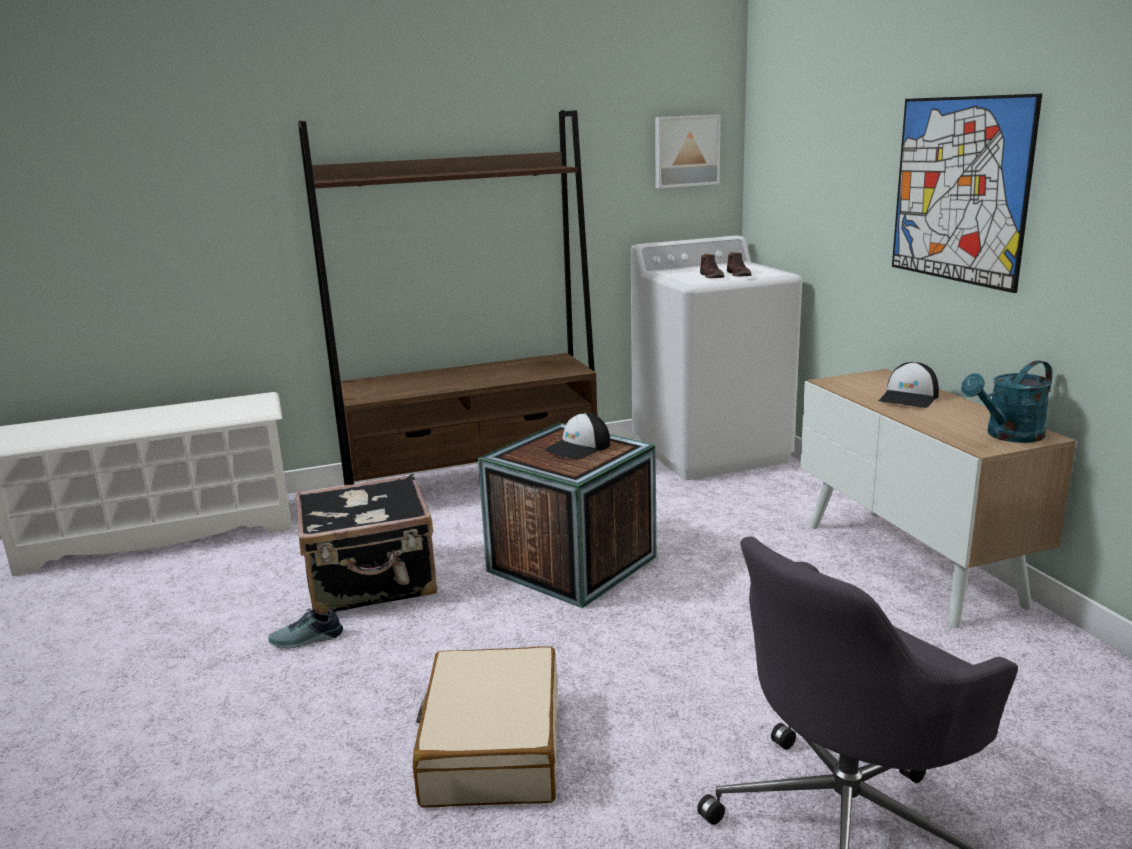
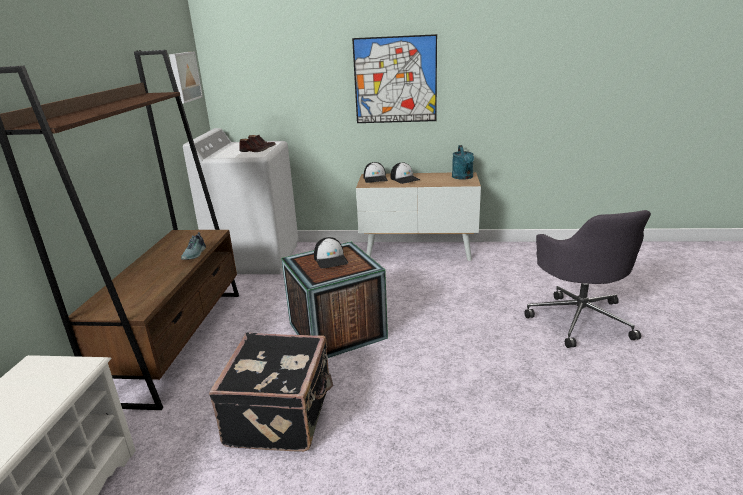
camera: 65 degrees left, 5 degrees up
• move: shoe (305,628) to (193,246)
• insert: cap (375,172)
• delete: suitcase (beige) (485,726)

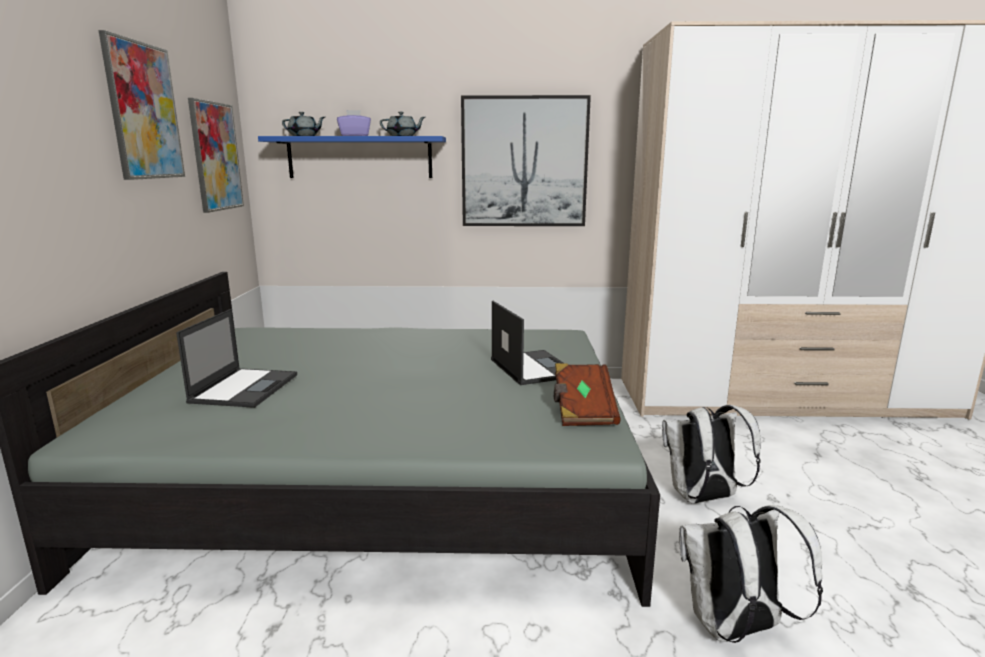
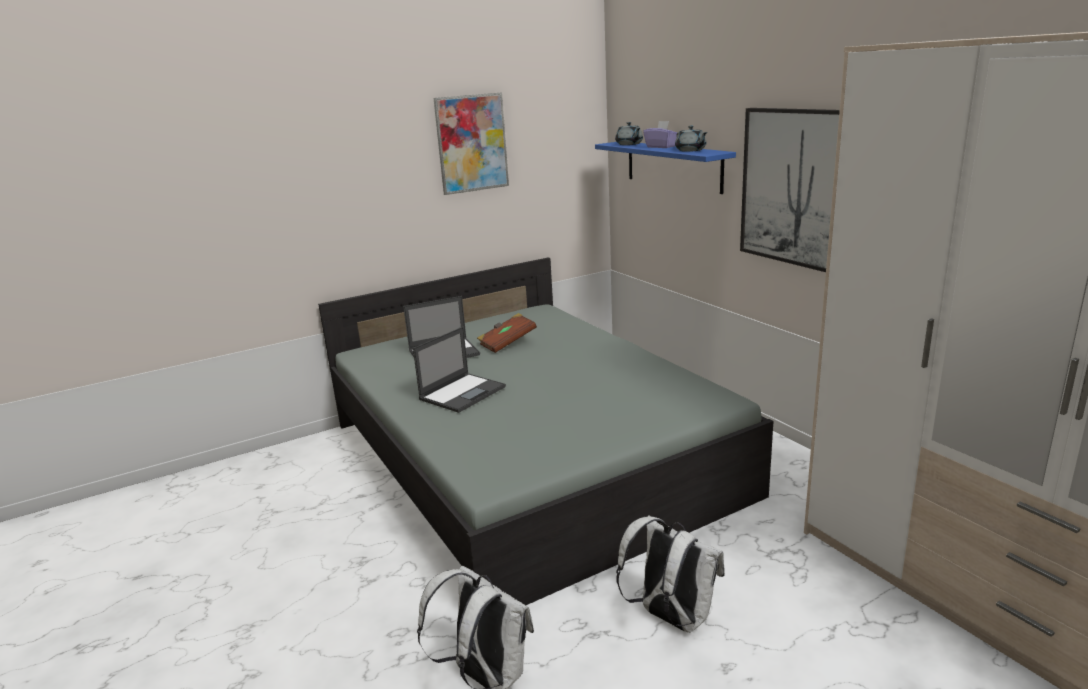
camera: 60 degrees right, 5 degrees up
• move: laptop (528,342) to (459,370)
• move: book (brown) (587,394) to (507,333)
• delete: picture (216,155)

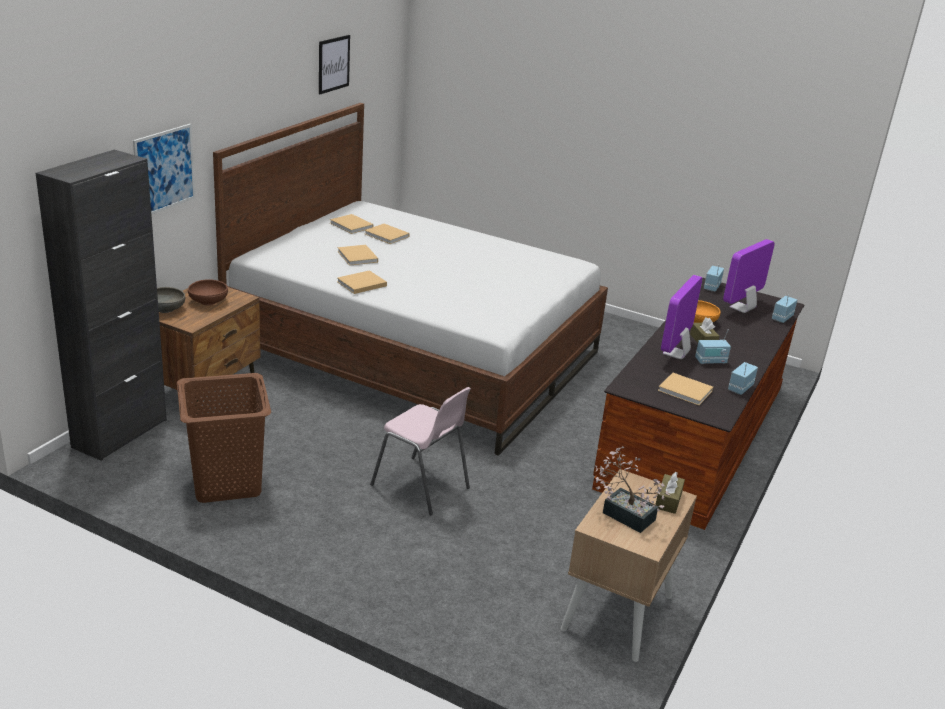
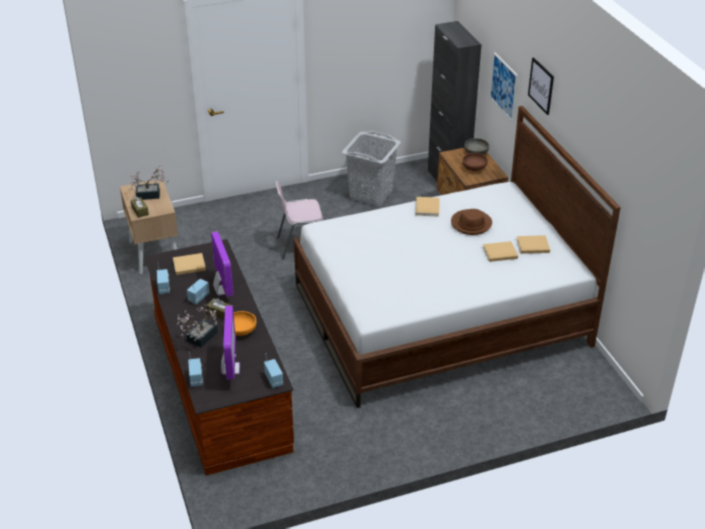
camera: 135 degrees right, 10 degrees up
• insert: potted plant (197,325)
• recolor: laundry basket (brown) (224,438) to laundry basket (grey) (371,168)
• replace: book (beige) (357,255) to hat (brown) (471,222)
• move: picture (334,64) to (541,86)

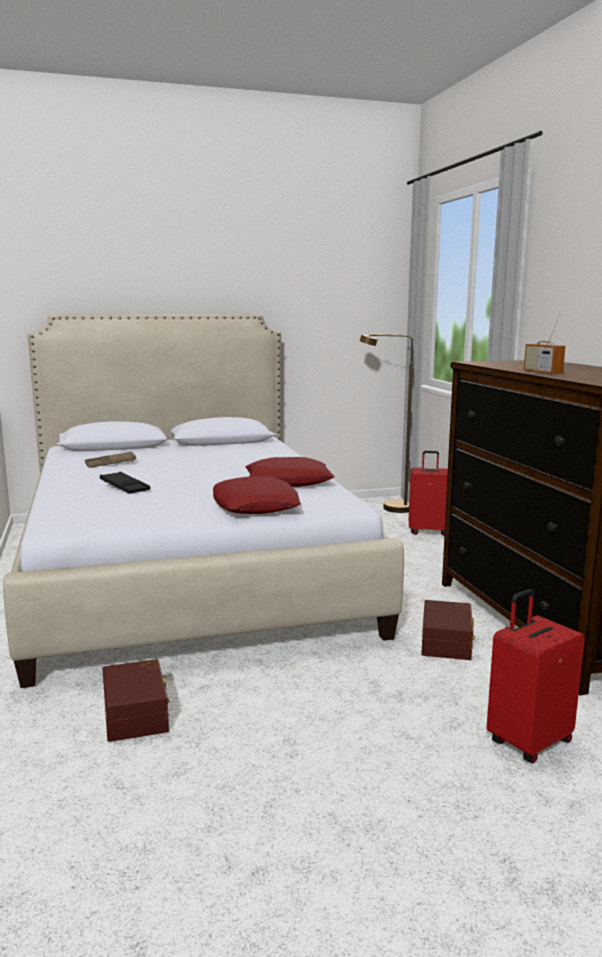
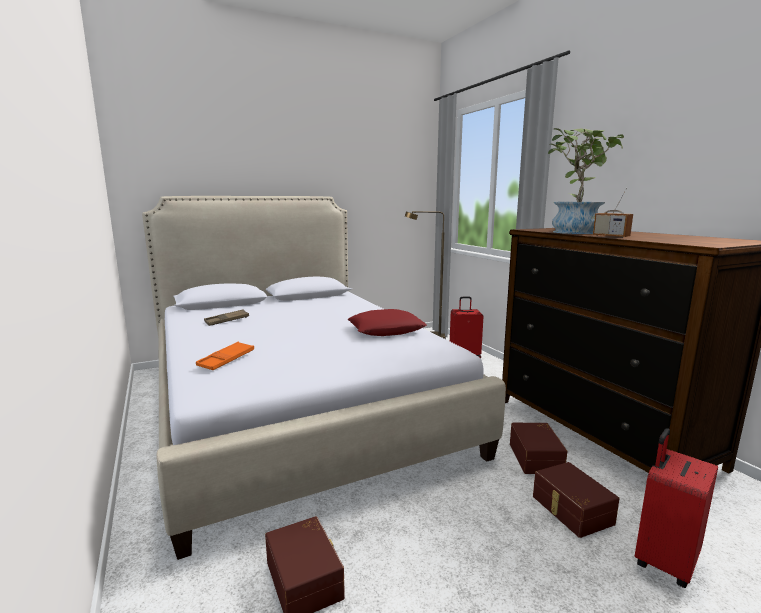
camera: 10 degrees left, 0 degrees up
• insert: tray (orange) (225,356)
• insert: storage box (brown) (576,500)
• insert: potted plant (586,181)
• delete: tray (black) (125,483)
• delete: pillow (red) (257,495)

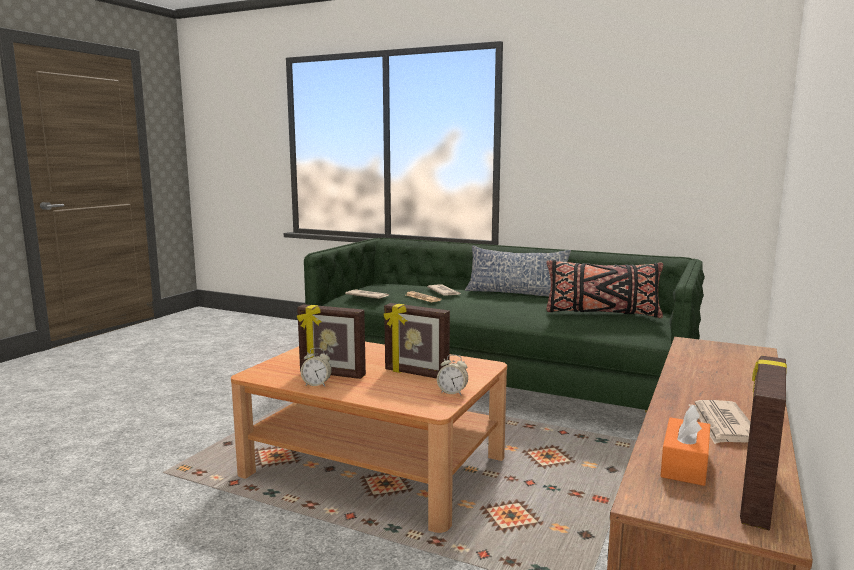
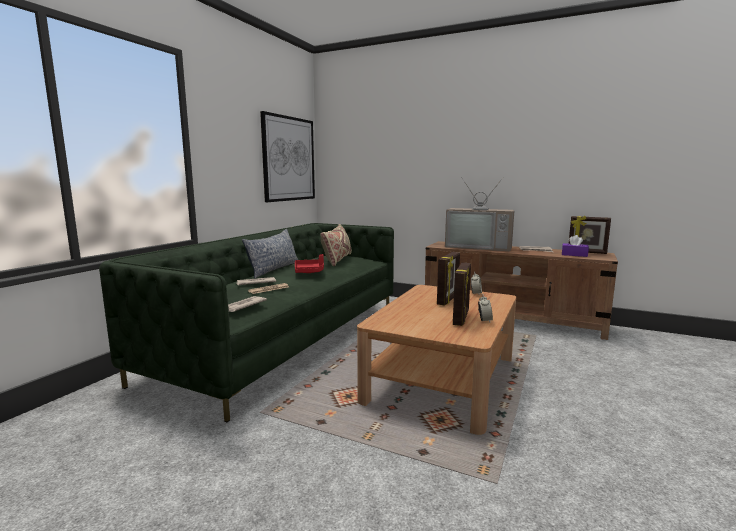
camera: 90 degrees left, 0 degrees up
• insert: picture (287,156)
• insert: tray (red) (309,263)
• recolor: pillow (black) (604,289) to pillow (beige) (336,245)
• insert: television (479,214)
• recolor: tissue box (orange) (685,445) to tissue box (purple) (575,246)

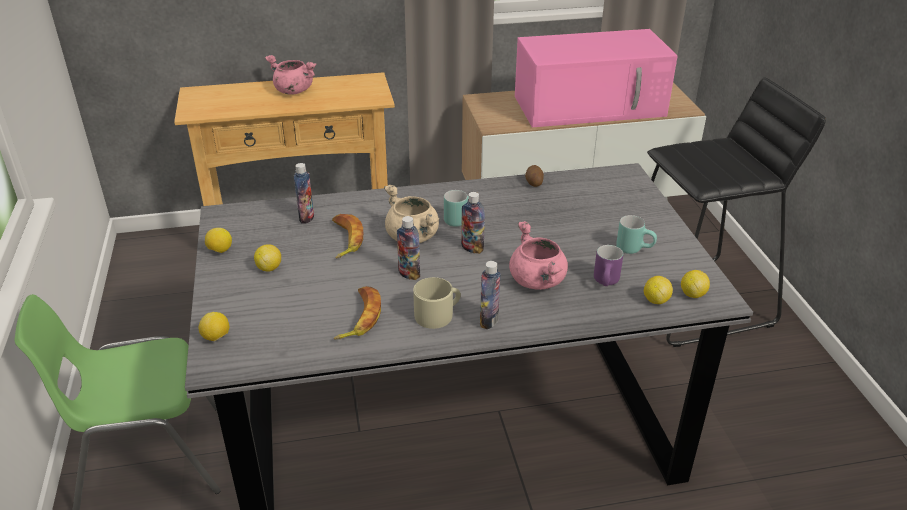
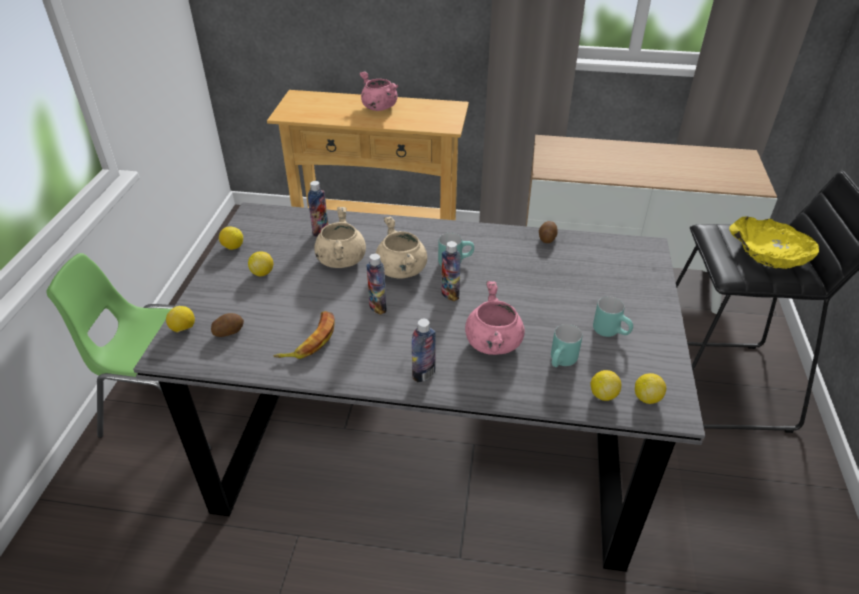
camera: 20 degrees right, 5 degrees up
• insert: potato (227,325)
• replace: banana (347,236) to cooking pot (beige) (340,237)
• recolor: mug (purple) (608,265) to mug (turquoise) (566,345)
• insert: bowl (yellow) (774,243)
• delete: mug (beige) (437,303)
• delete: microwave (pink) (596,78)

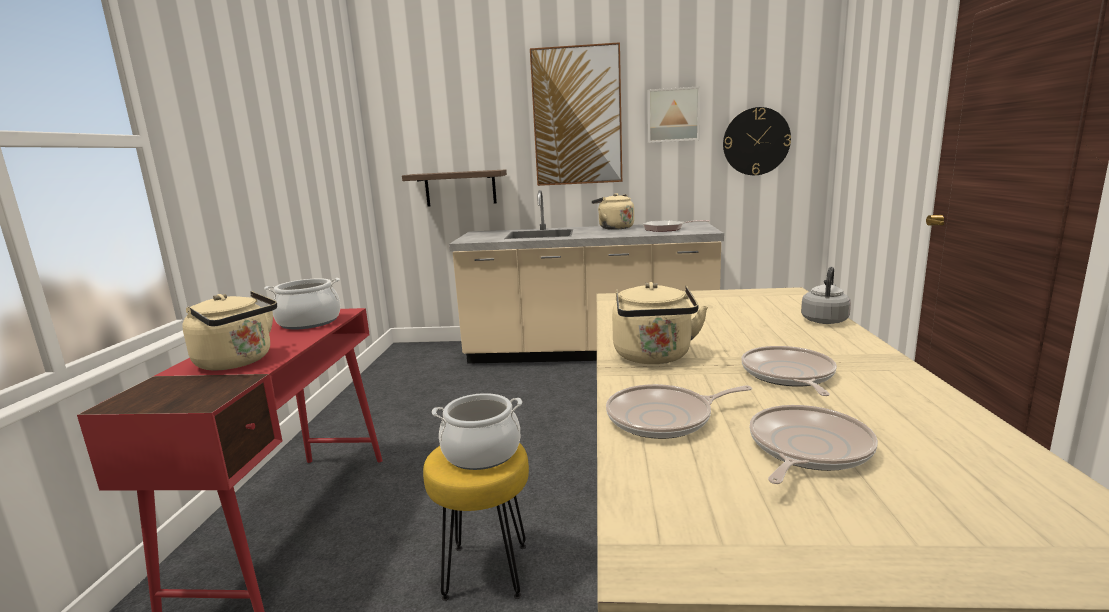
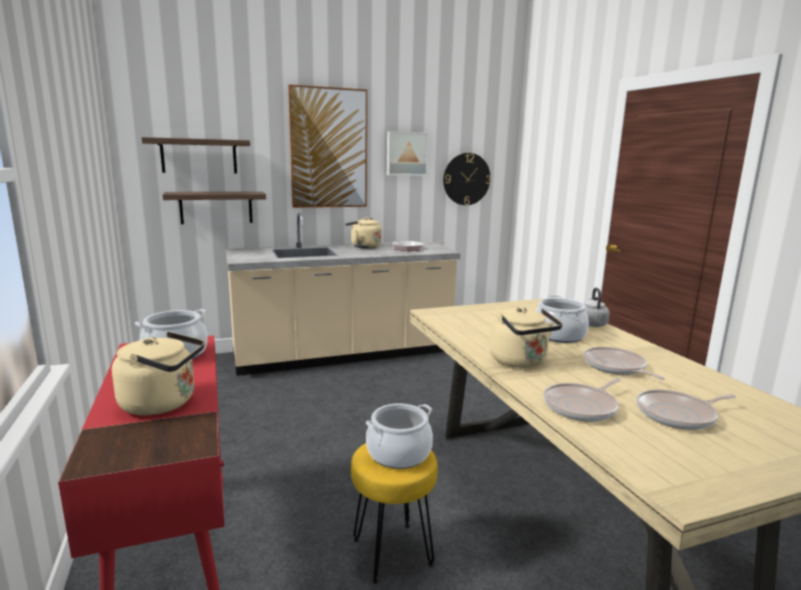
camera: 25 degrees left, 0 degrees up
• insert: shelf (196,155)
• insert: cooking pot (562,319)
• rotate: frying pan (813,444) = (686,409) 120 degrees counterclockwise

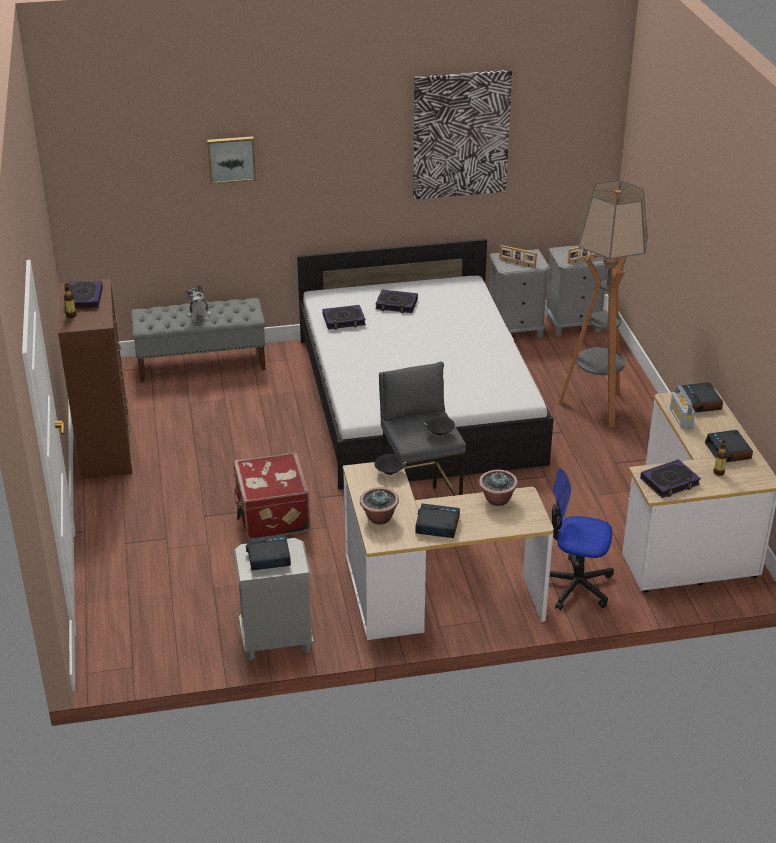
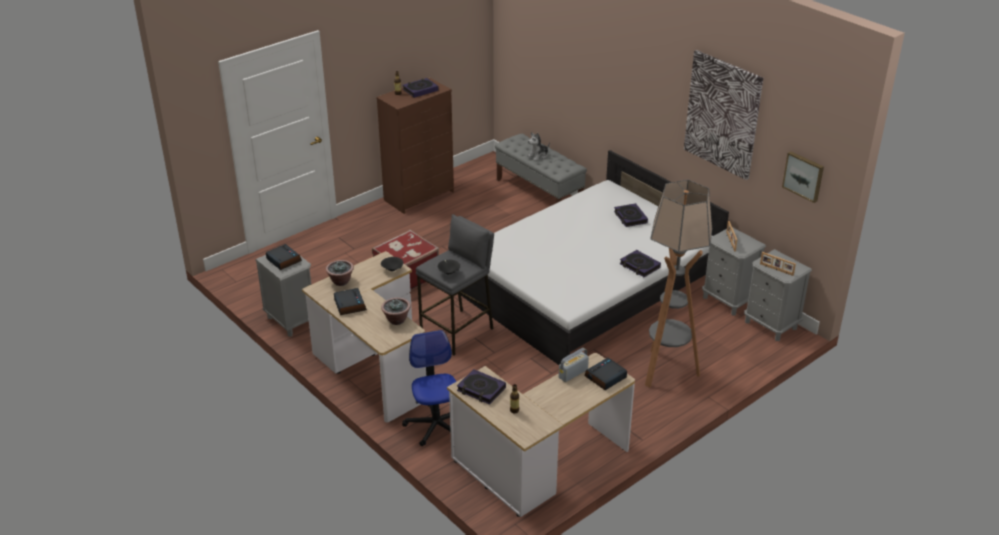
camera: 60 degrees right, 0 degrees up
• move: book (344,317) to (640,263)
• move: picture (231,160) to (803,177)
• delete: alarm clock (729,446)

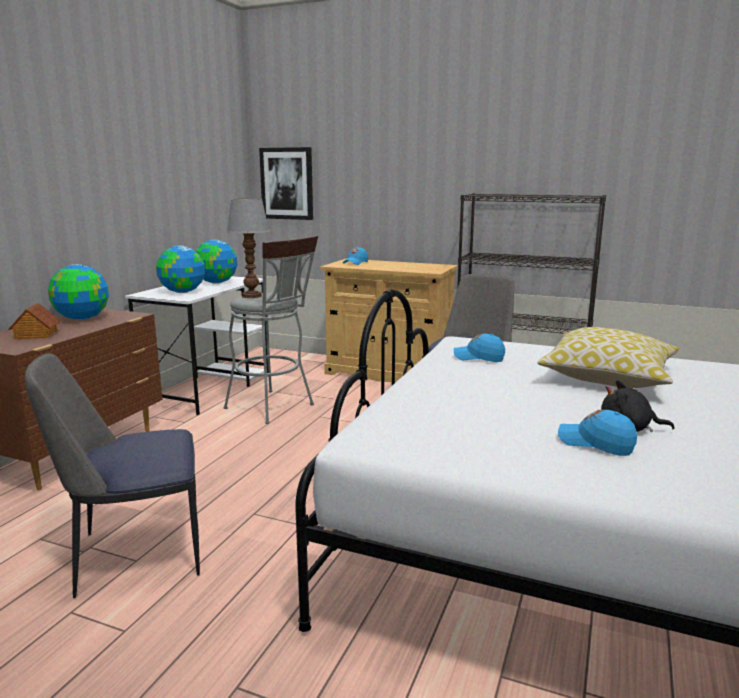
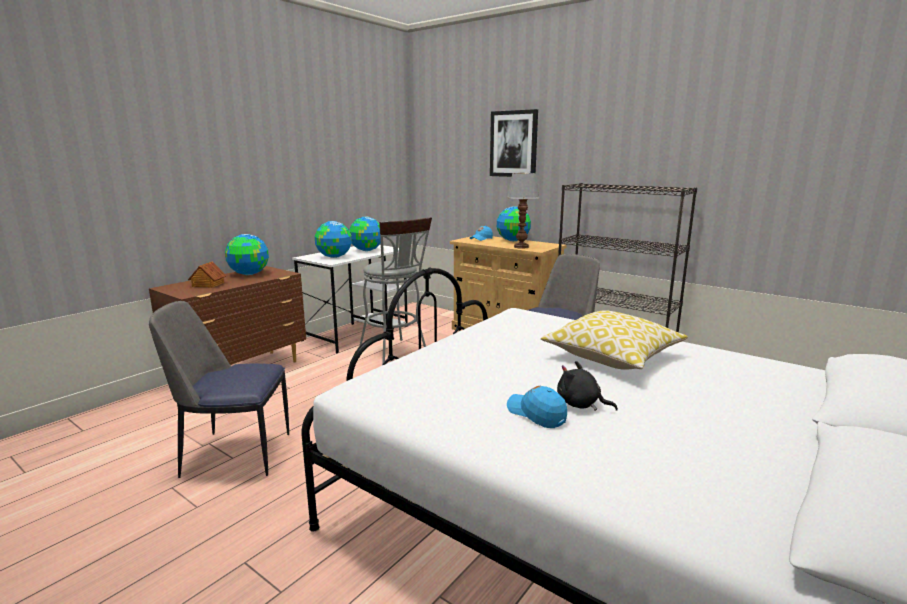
camera: 15 degrees right, 0 degrees up
• move: picture (286,183) to (514,143)
• insert: globe (514,224)
• move: table lamp (248,248) to (523,211)
• delete: cap (blue) (479,348)

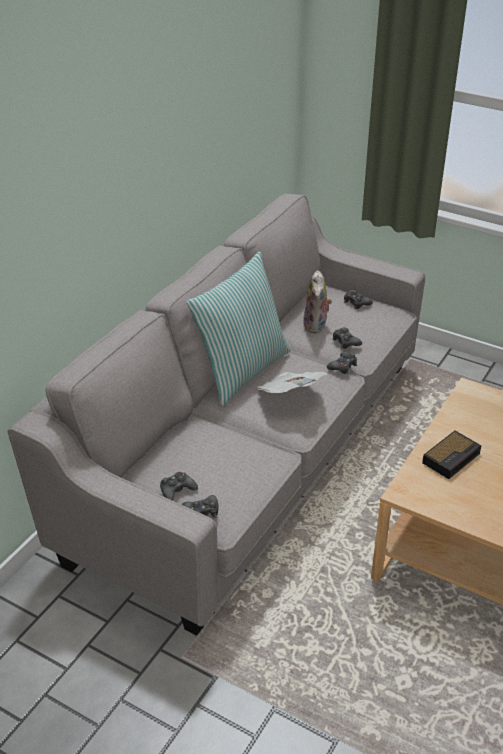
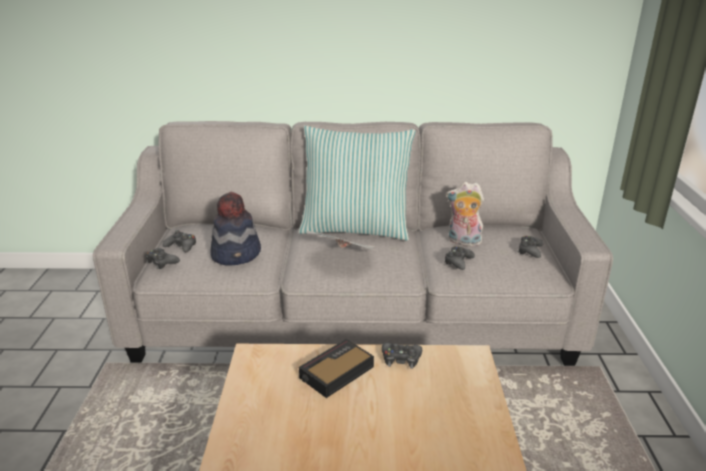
camera: 60 degrees right, 10 degrees down
• insert: hat (235,229)
• rotate: alarm clock (452,455) = (336,368) 120 degrees clockwise
• move: game controller (black) (342,363) to (402,355)
• rotate: plush toy (317,301) = (465,214) 45 degrees clockwise

